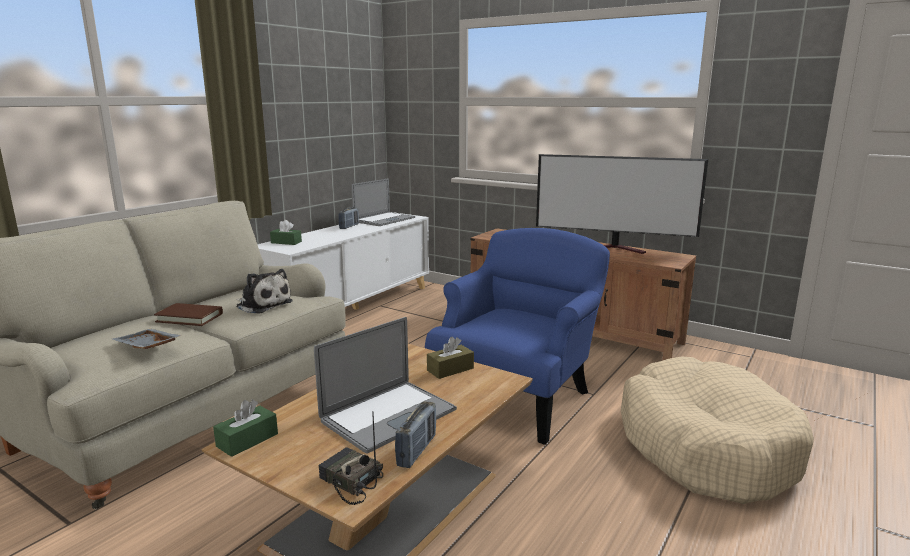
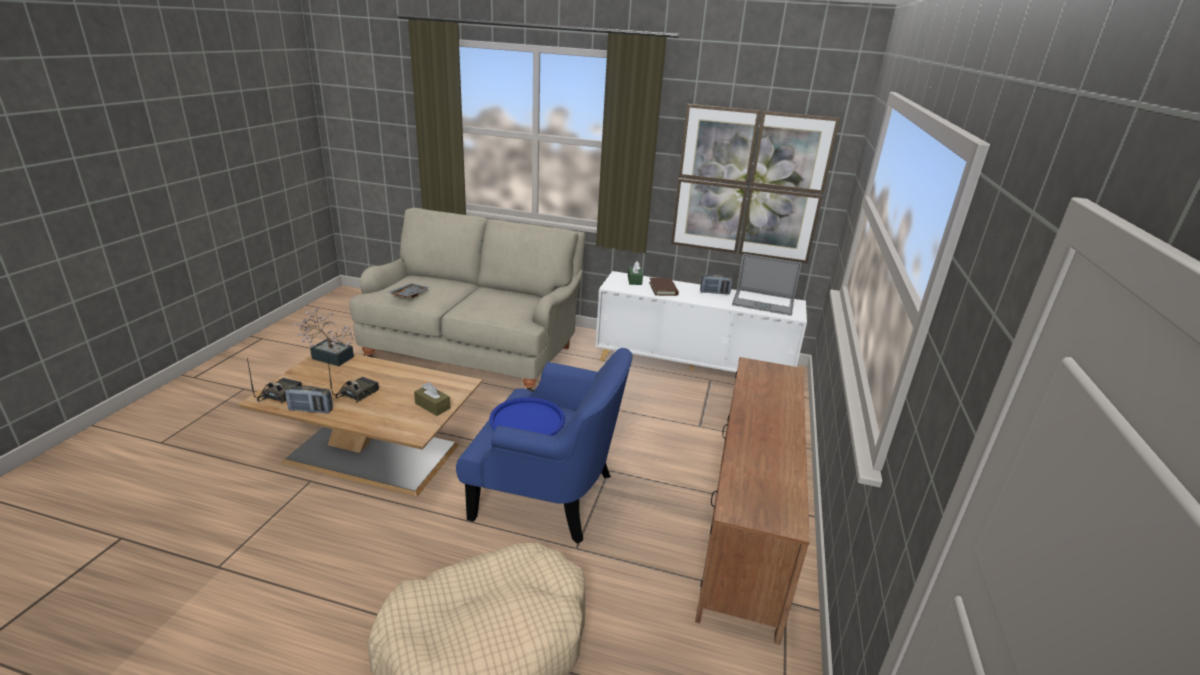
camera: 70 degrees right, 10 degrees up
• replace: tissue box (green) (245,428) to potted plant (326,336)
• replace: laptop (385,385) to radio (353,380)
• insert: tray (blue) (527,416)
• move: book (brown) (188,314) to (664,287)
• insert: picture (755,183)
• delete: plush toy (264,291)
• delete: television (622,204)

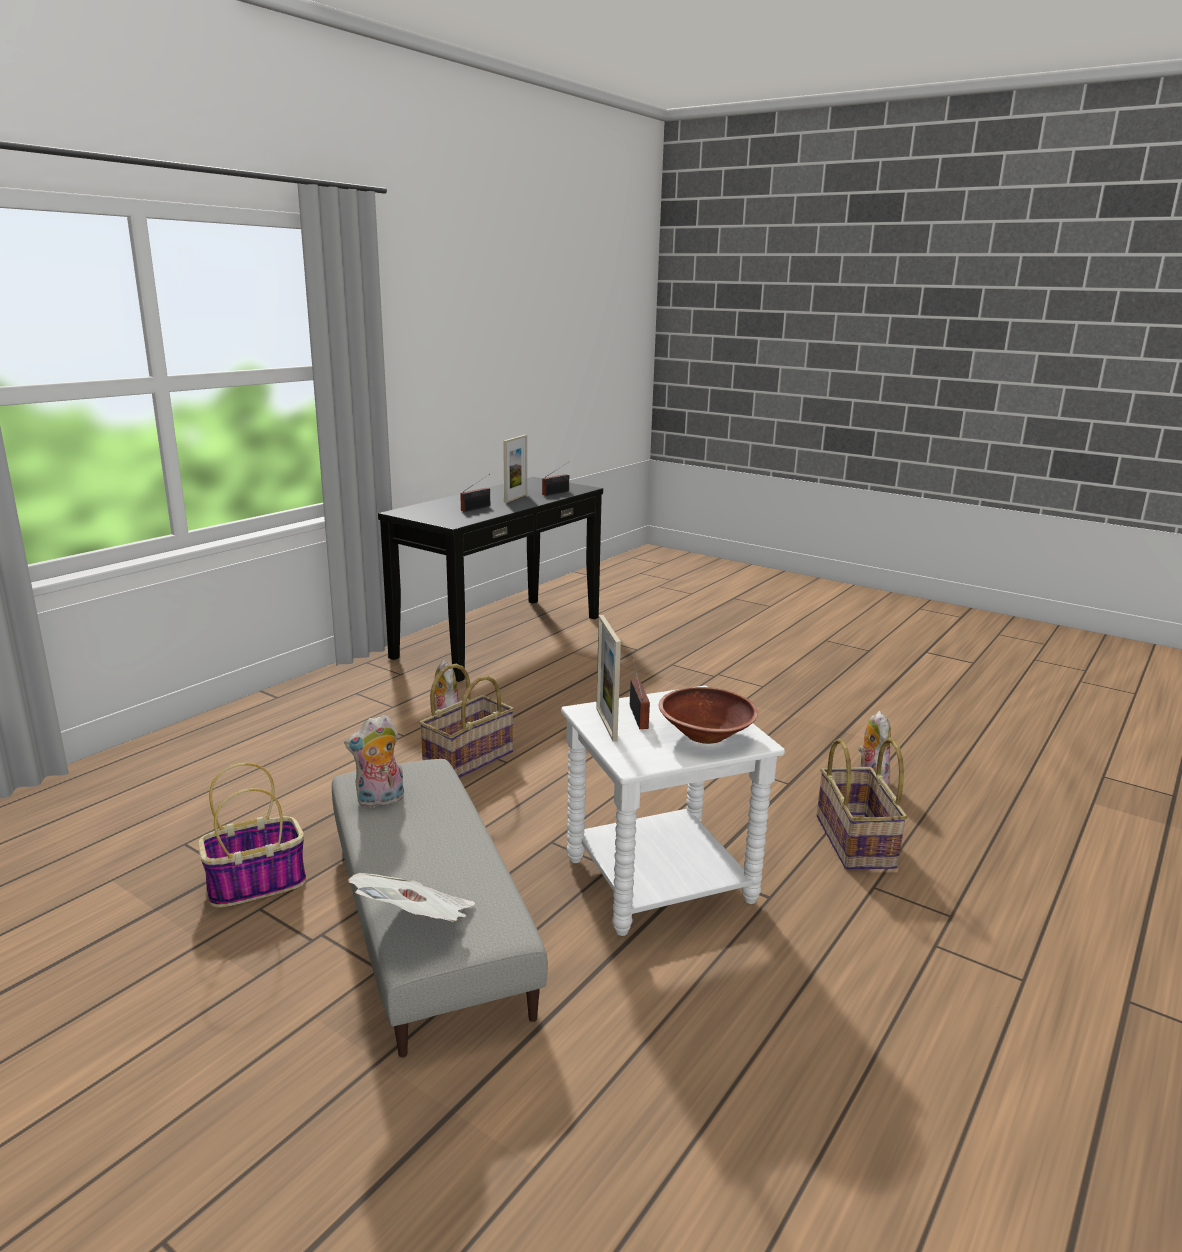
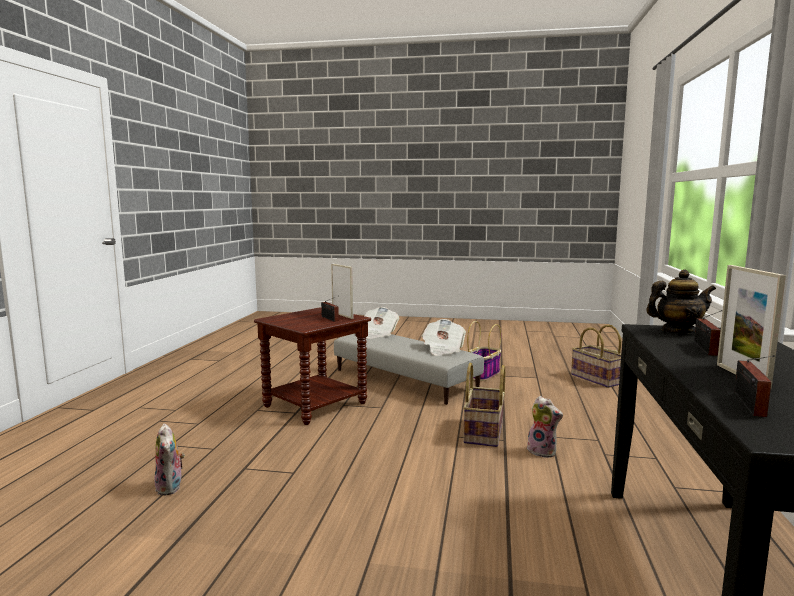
camera: 155 degrees right, 10 degrees down
• recolor: side table (white) (673,811) to side table (brown) (312,366)
• replace: plush toy (374,761) to newspaper (444,337)
• move: basket (862,804) to (596,356)
• insert: teapot (681,301)
• delete: bowl (brown) (708,715)

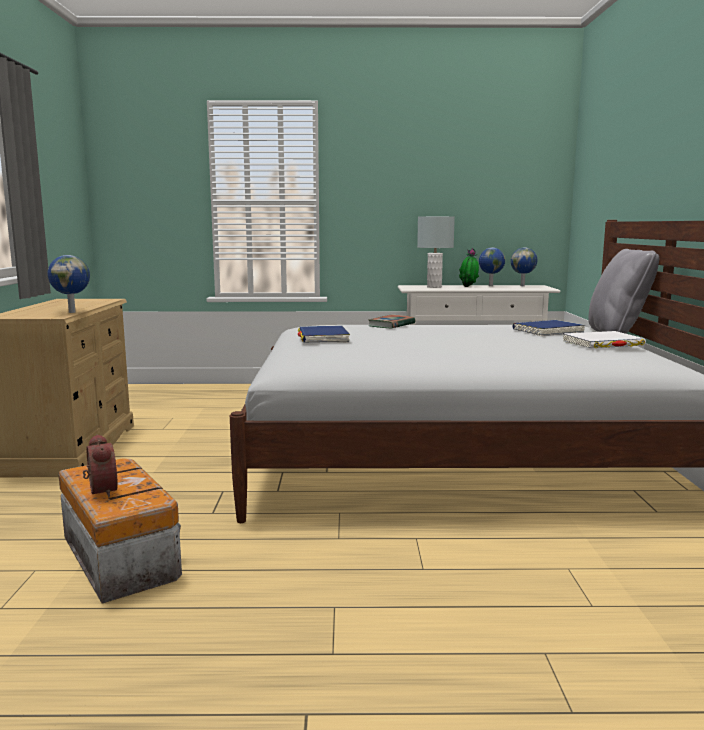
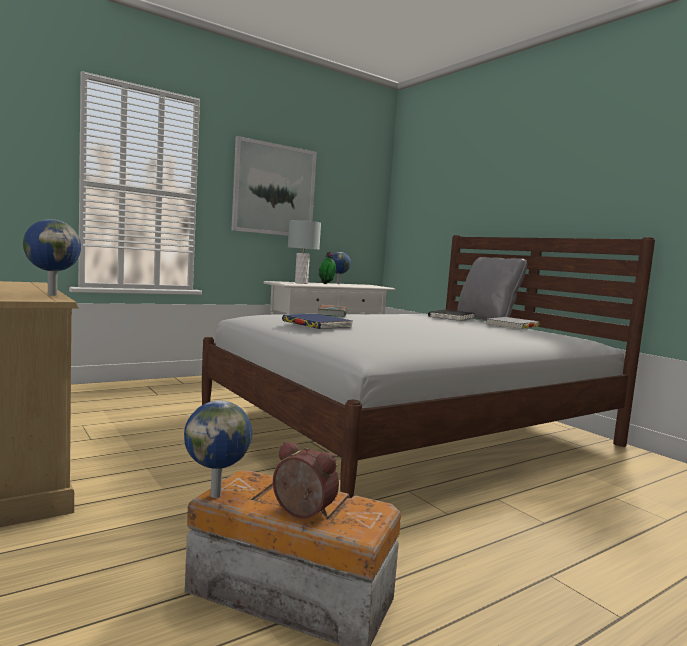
camera: 35 degrees left, 5 degrees down
• move: globe (524,266) to (218,449)
• insert: picture (274,186)
• recolor: book (blue) (549,328) to book (black) (451,316)

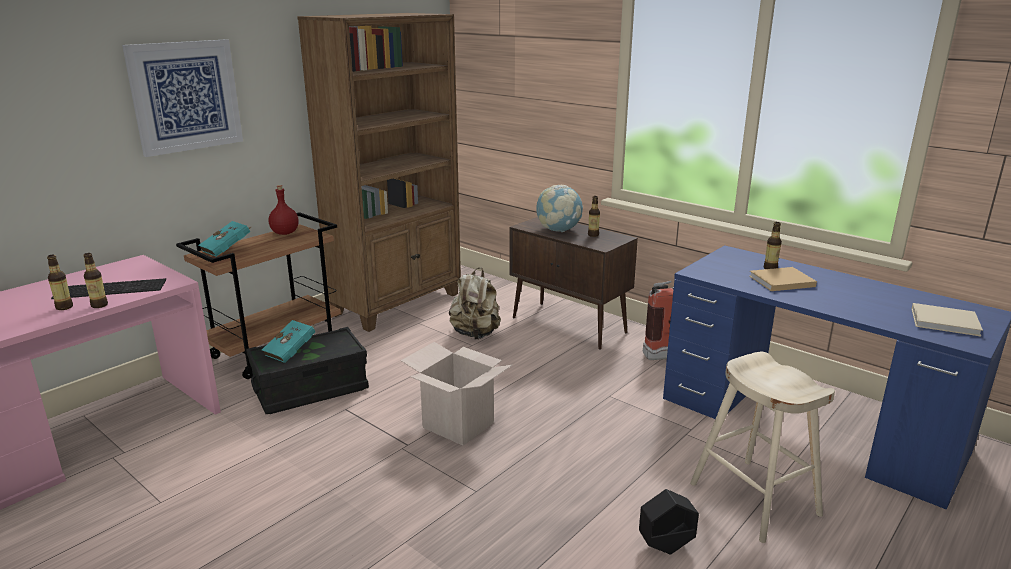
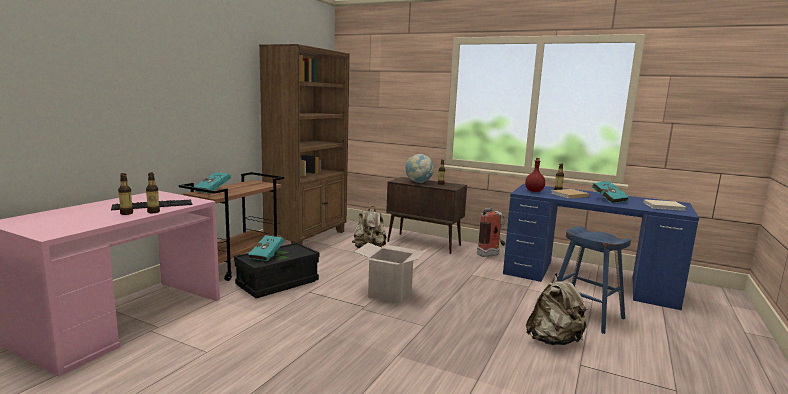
camera: 15 degrees left, 10 degrees down
• move: bottle (red) (284,210) to (535,175)
• replace: planter (black) (669,521) to backpack (beige) (557,309)
• recolor: stool (beige) (762,447) to stool (blue) (593,280)
• insert: book (turquoise) (610,192)
• delete: picture (182,98)

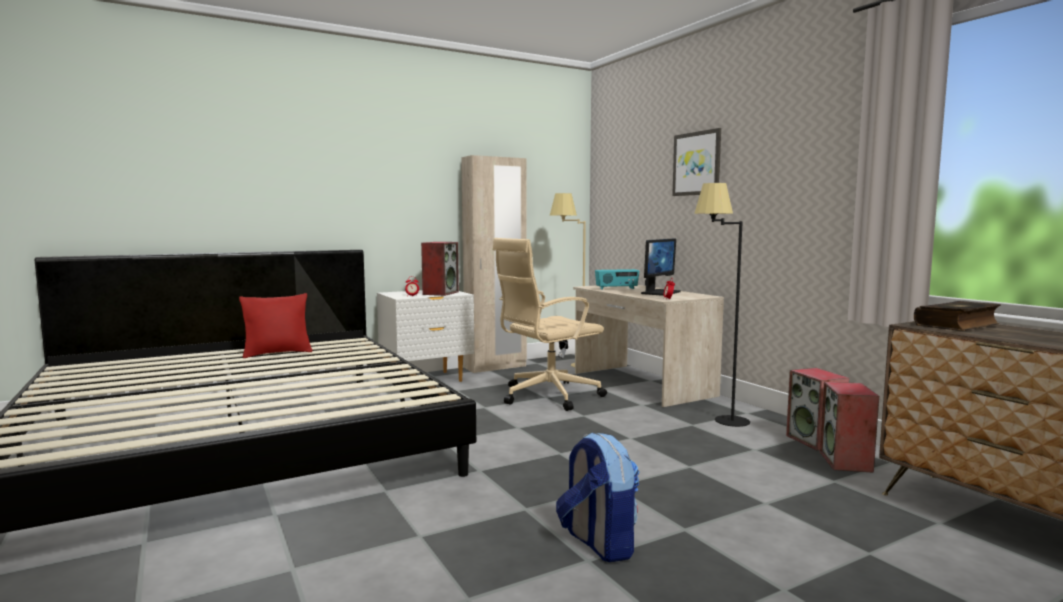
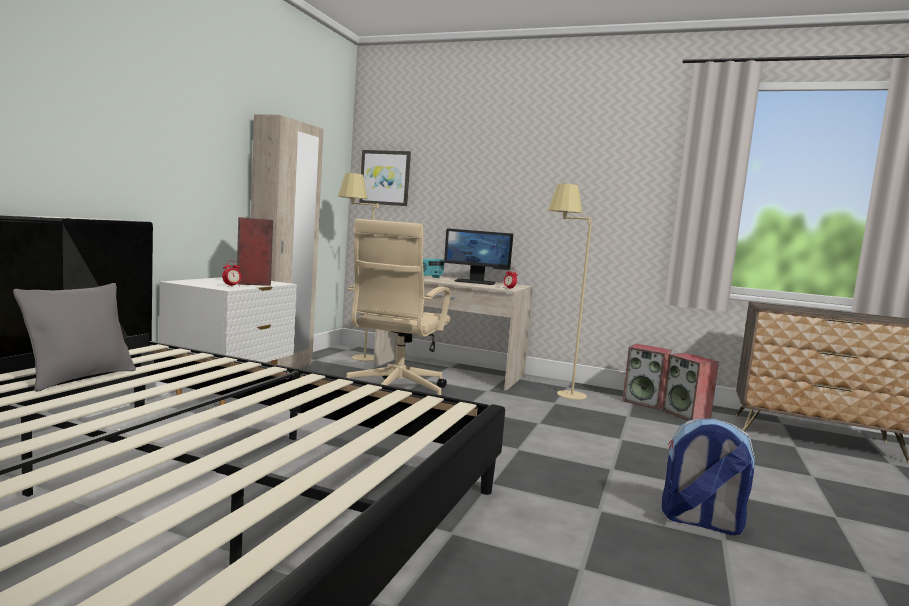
camera: 40 degrees left, 0 degrees up
• recolor: pillow (red) (275,325) to pillow (grey) (74,337)
• move: picture (696,162) to (385,178)
• rotate: monitor (661,267) = (478,256) 105 degrees clockwise
• recolor: floor lamp (black) (722,305) to floor lamp (beige) (570,292)
• delete: book (957,316)

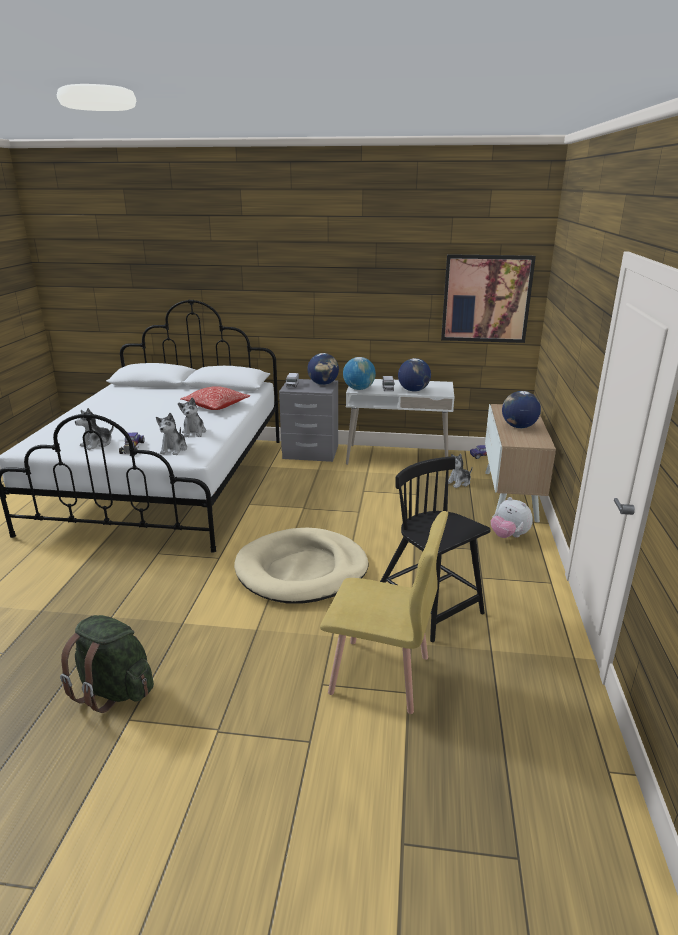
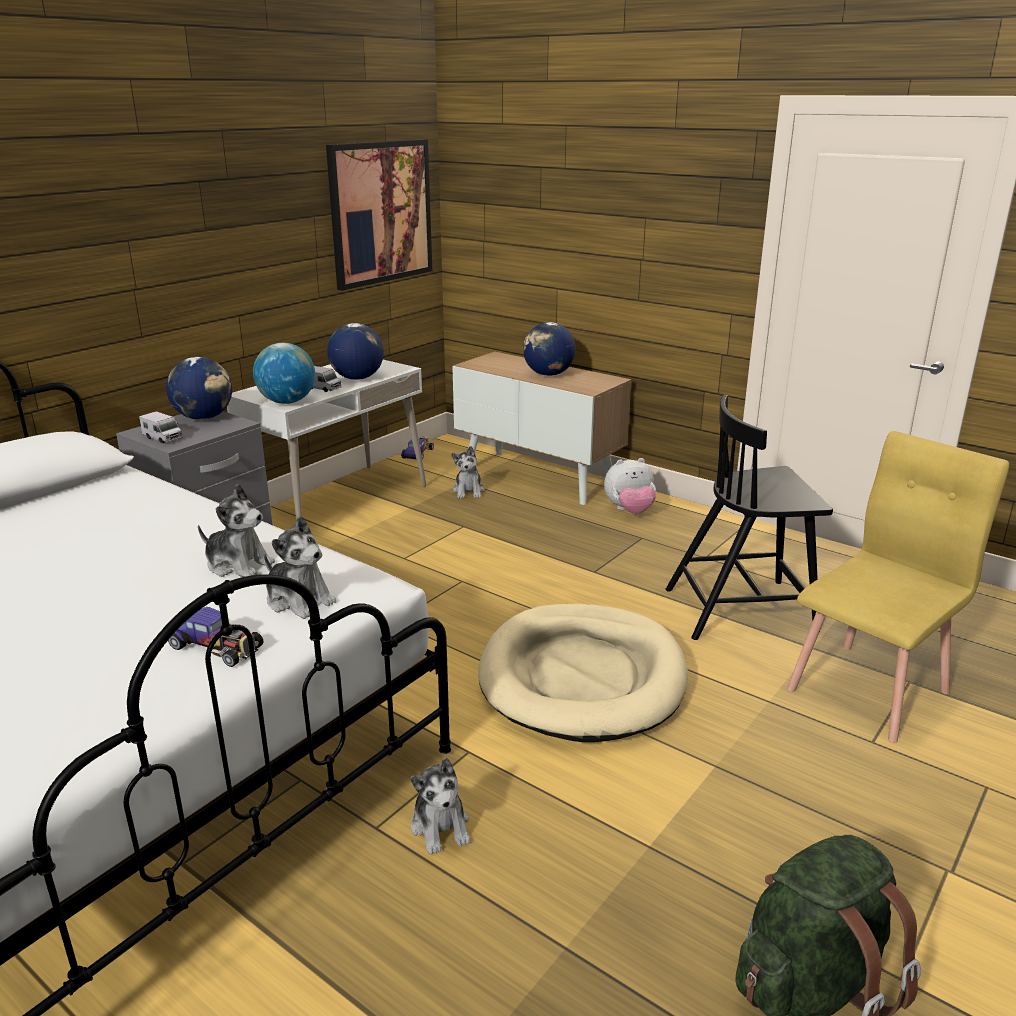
camera: 60 degrees left, 0 degrees up
• move: plush toy (94,429) to (440,806)
• delete: pillow (215,398)

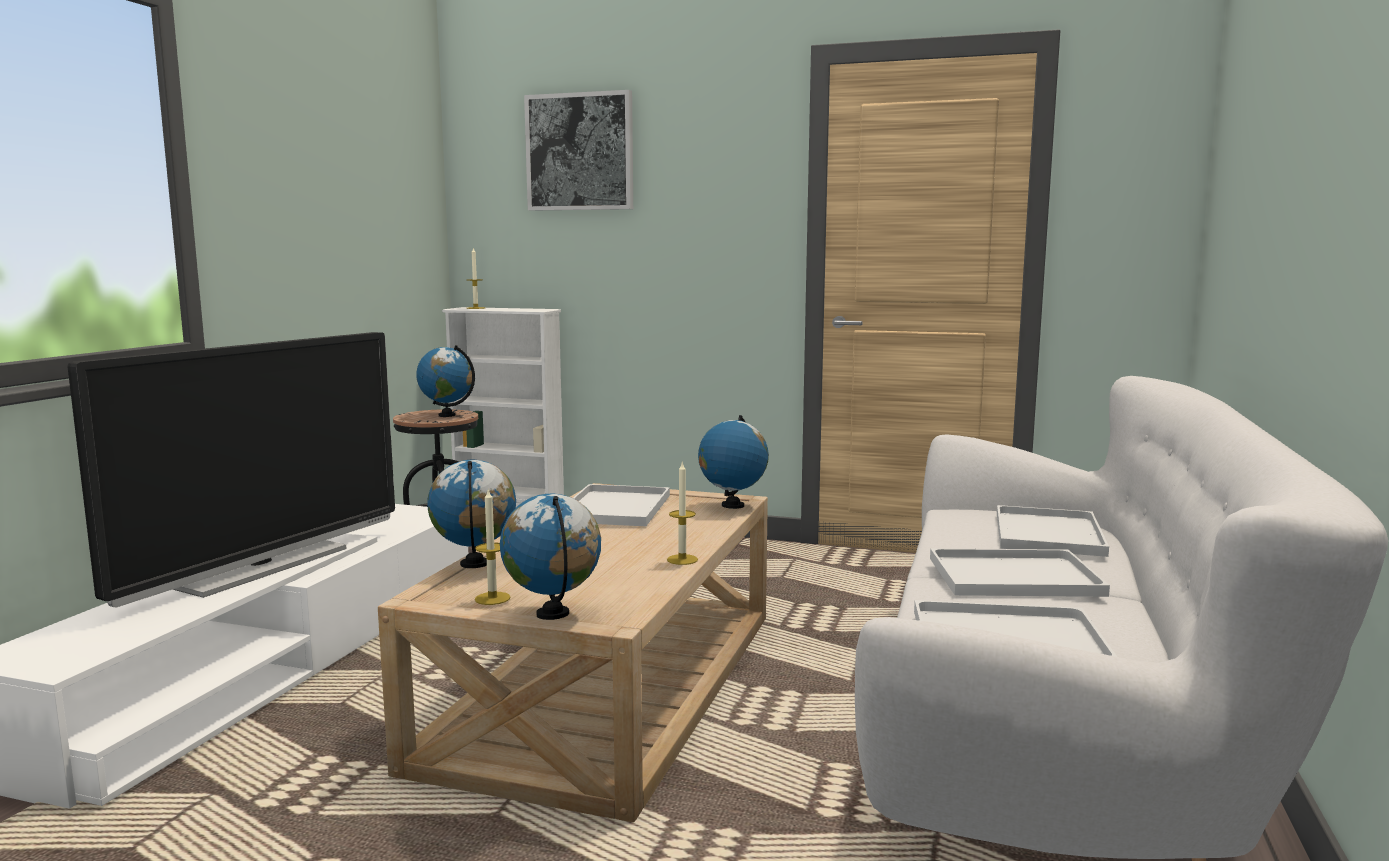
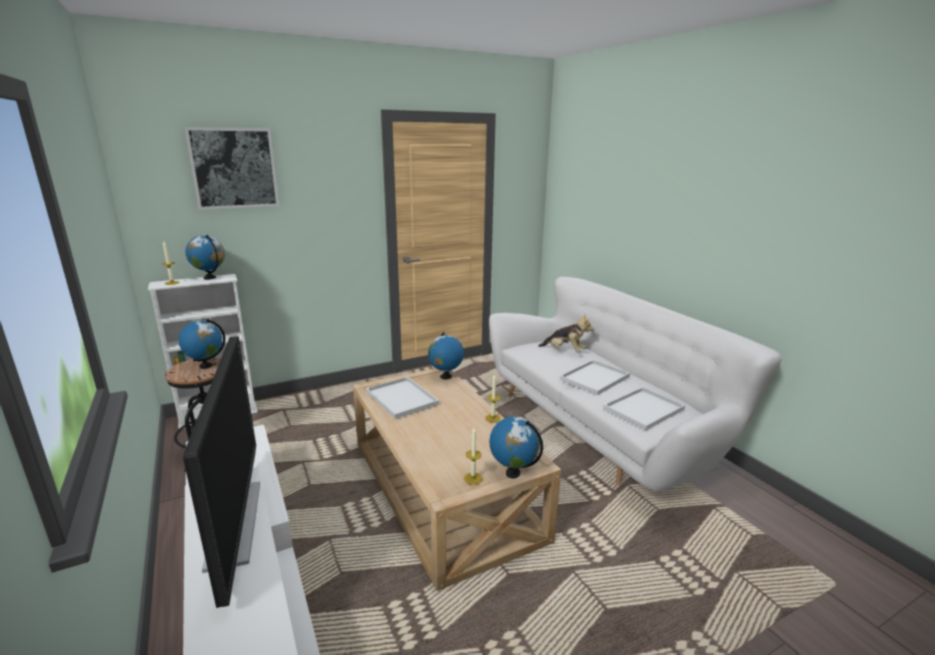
camera: 45 degrees left, 10 degrees up
• move: globe (471,514) to (205,257)
• replace: tray (white) (1053,531) to plush toy (566,333)

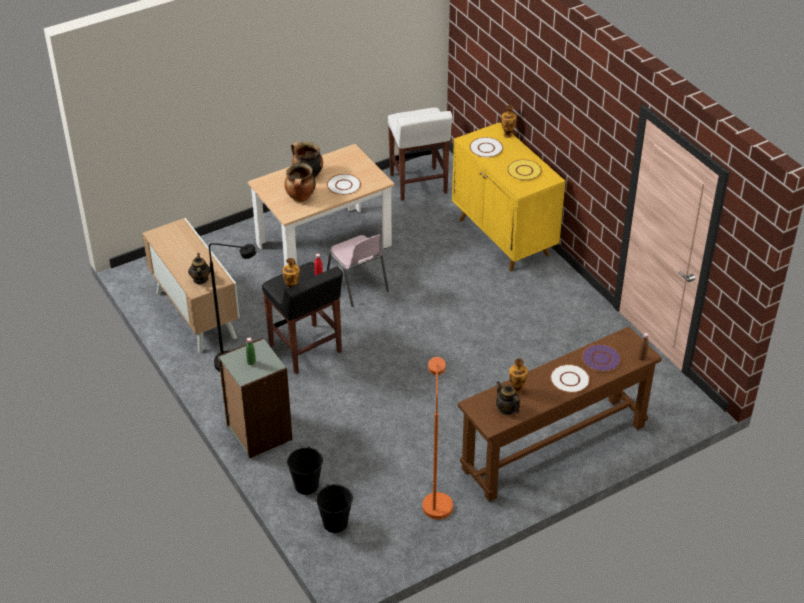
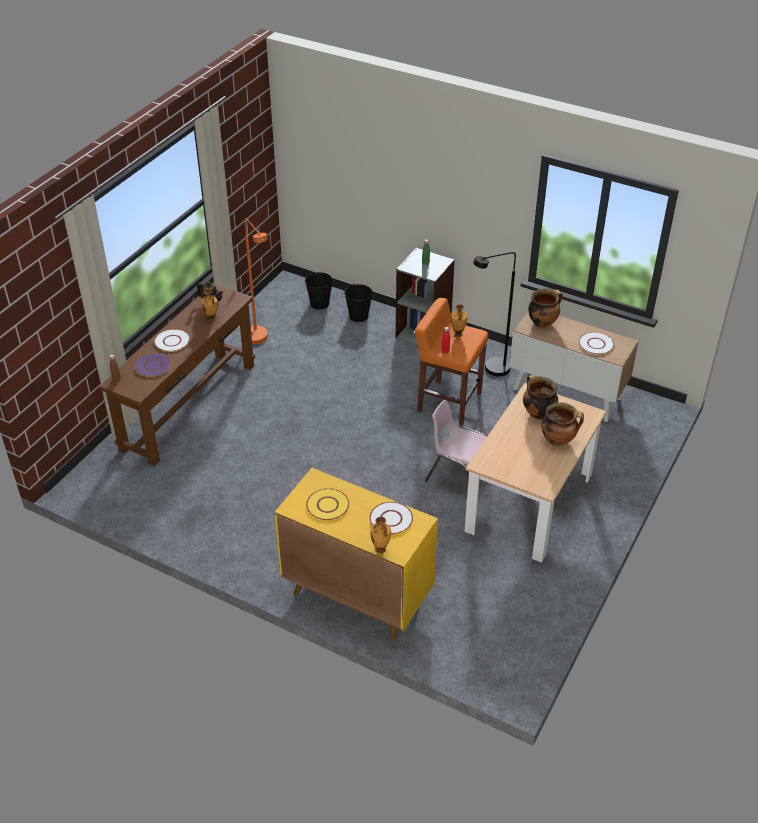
camera: 150 degrees right, 0 degrees up
• recolor: stool (black) (302,318) to stool (orange) (451,361)
• replace: teapot (199,268) to cooking pot (545,308)
• move: plate (white) (344,184) to (596,343)
• delete: stool (white) (420,154)

